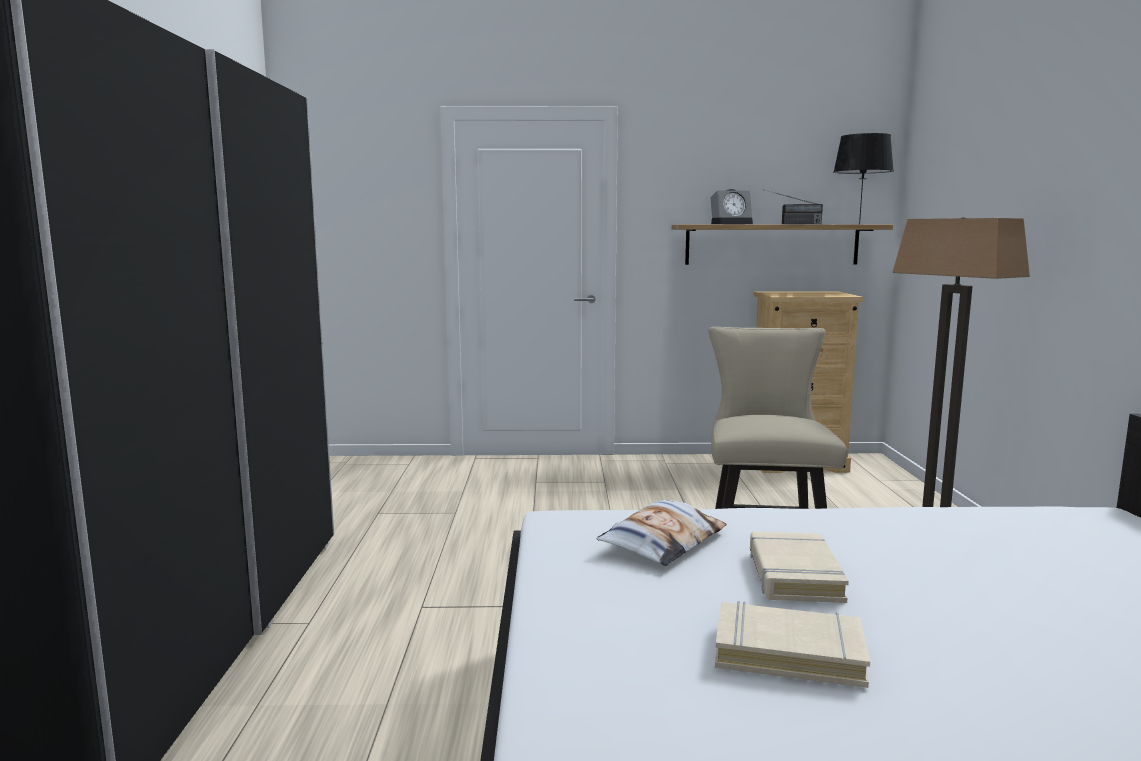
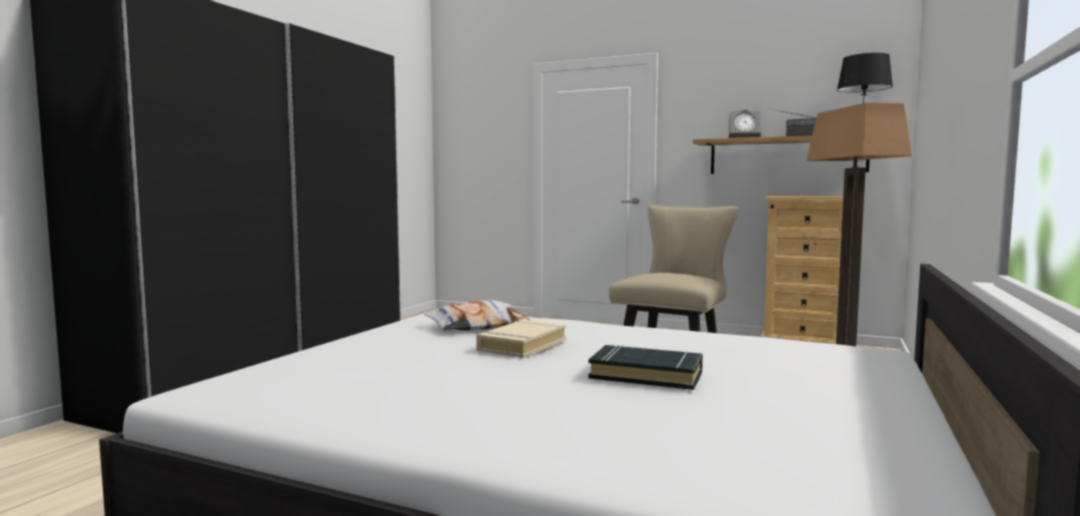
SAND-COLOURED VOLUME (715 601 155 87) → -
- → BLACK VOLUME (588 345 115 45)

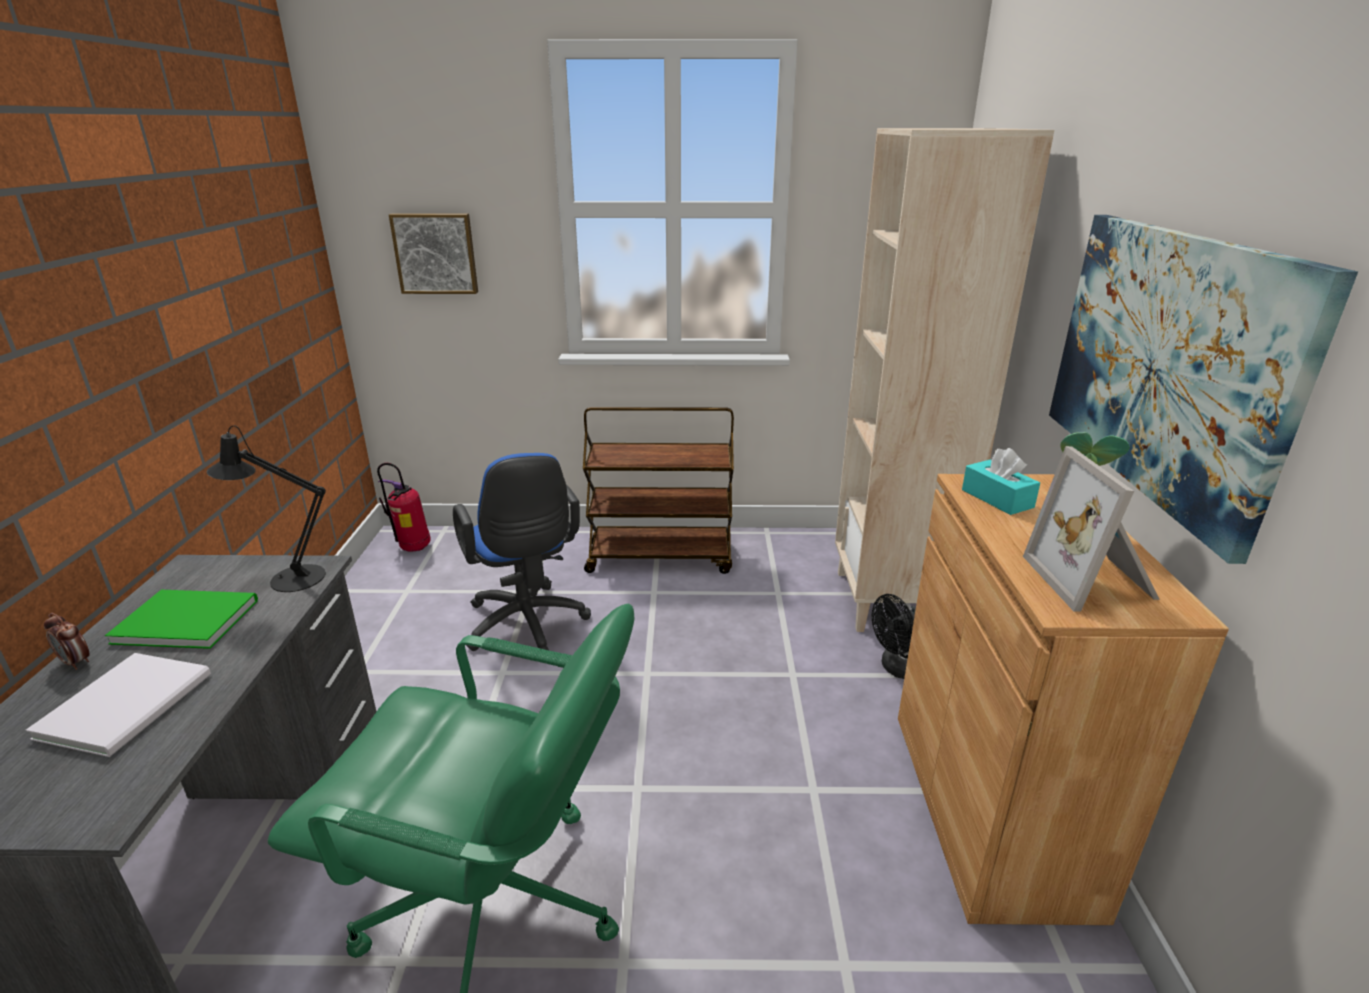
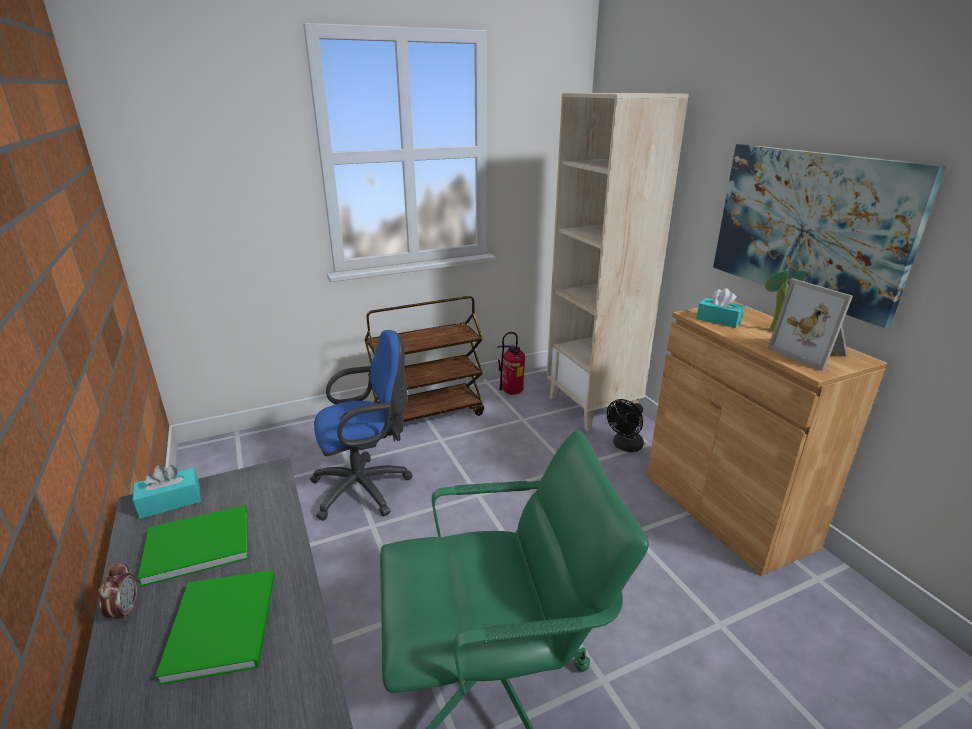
WALL ART (389 213 89 81) → -
BLACK TABLETOP LAMP (207 425 119 167) → -
BLUISH DESK CHAIR (453 453 138 198) → BLUISH DESK CHAIR (310 330 103 191), 60 degrees counterclockwise
EXTINGUISHER (377 463 54 89) → EXTINGUISHER (497 332 28 63), move
TABLE CLOCK (44 613 45 57) → TABLE CLOCK (98 561 39 60), 105 degrees counterclockwise
WHITE-COLOURED VOLUME (26 653 185 104) → GREEN VOLUME (155 570 120 115)
- → BLUE-GREEN TISSUE HOLDER (132 465 69 54)

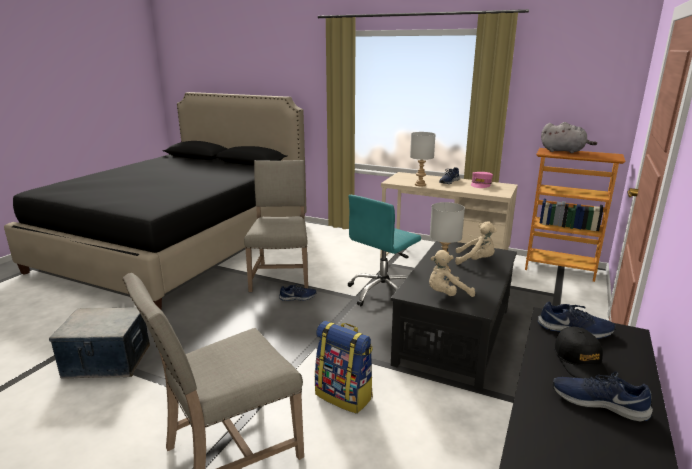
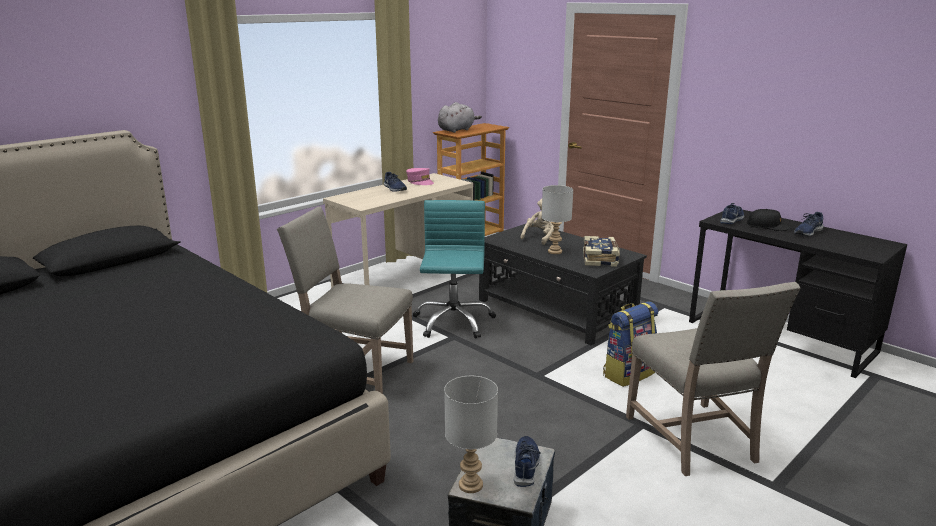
GREYISH TABLETOP LAMP (410 132 26 54) → GREYISH TABLETOP LAMP (444 376 54 117), move
BLUE-GREEN DESK CHAIR (348 195 73 111) → BLUE-GREEN DESK CHAIR (413 200 83 139), 150 degrees counterclockwise
SAND-COLOURED CUDDLY TOY (429 250 46 47) → VOLUME (583 236 37 31)
BLUISH LOW SHOE (279 284 38 17) → BLUISH LOW SHOE (514 436 27 51), move

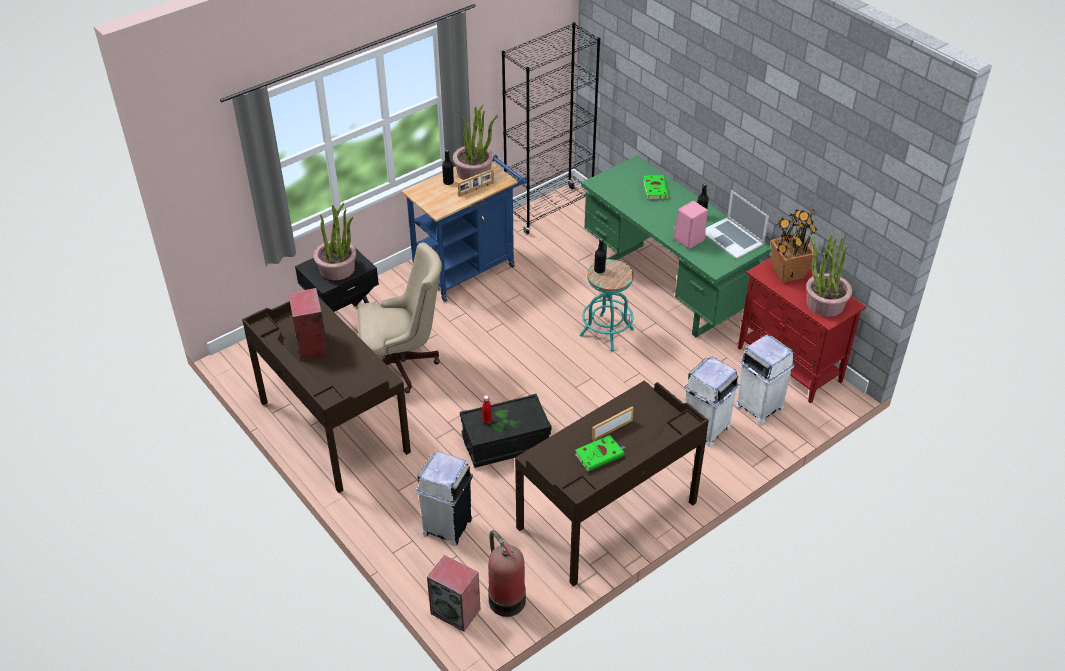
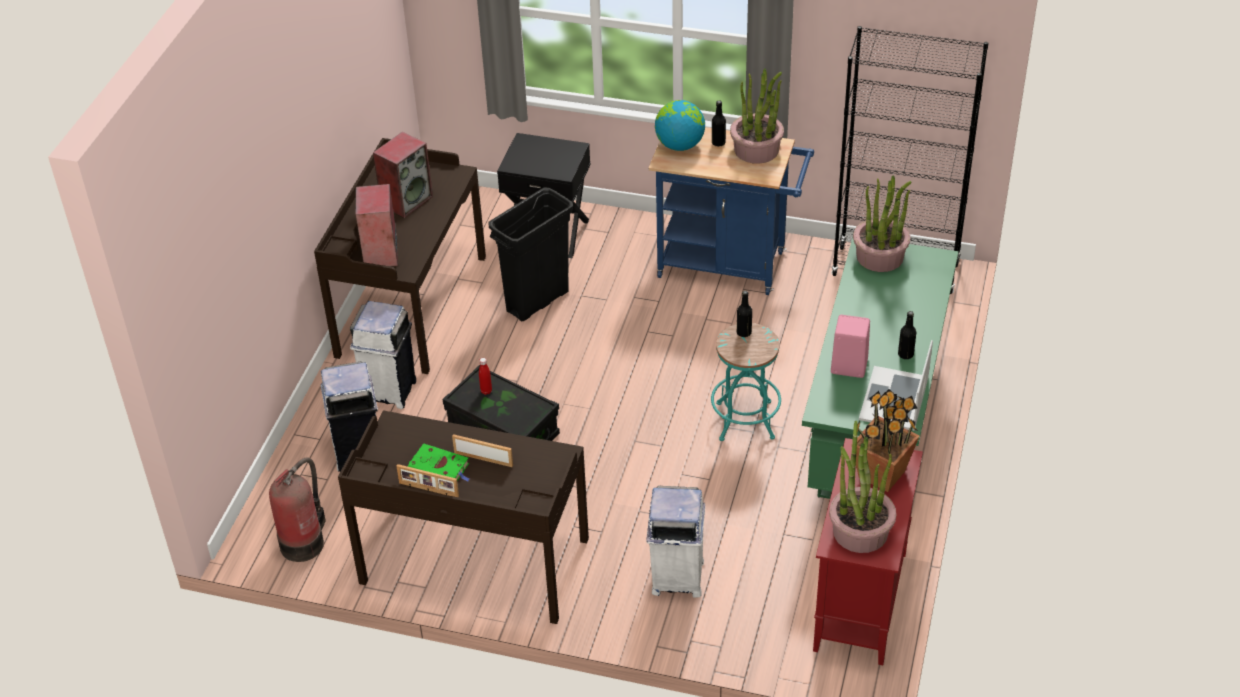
STANDING FRAME (458 169 36 28) → STANDING FRAME (396 464 63 33), move
GREEN VOLUME (643 175 26 25) → -
POTTED PLANT (313 203 43 77) → POTTED PLANT (853 176 59 96), move
SAND-COLOURED DESK CHAIR (358 243 84 150) → BLACK RUBBISH BIN (488 188 85 134)
WHITE-COLOURED RUBBISH BIN (736 334 59 90) → WHITE-COLOURED RUBBISH BIN (350 301 66 108), move
LOUDSPEAKER (427 555 53 76) → LOUDSPEAKER (356 184 42 82), move
- → DESK GLOBE (655 100 50 51)

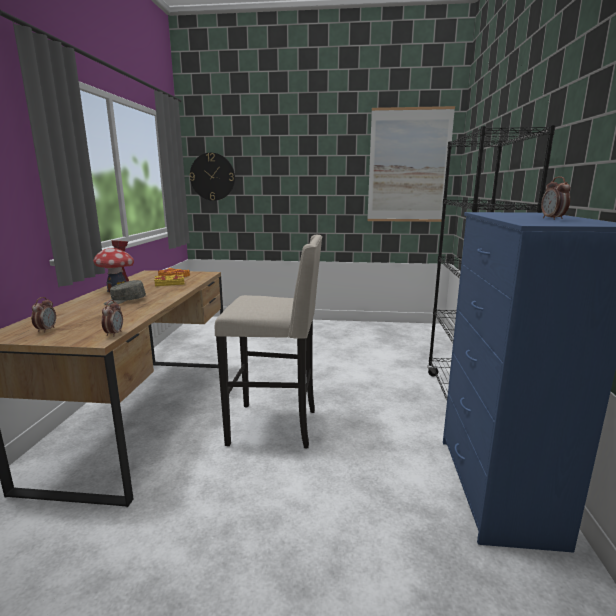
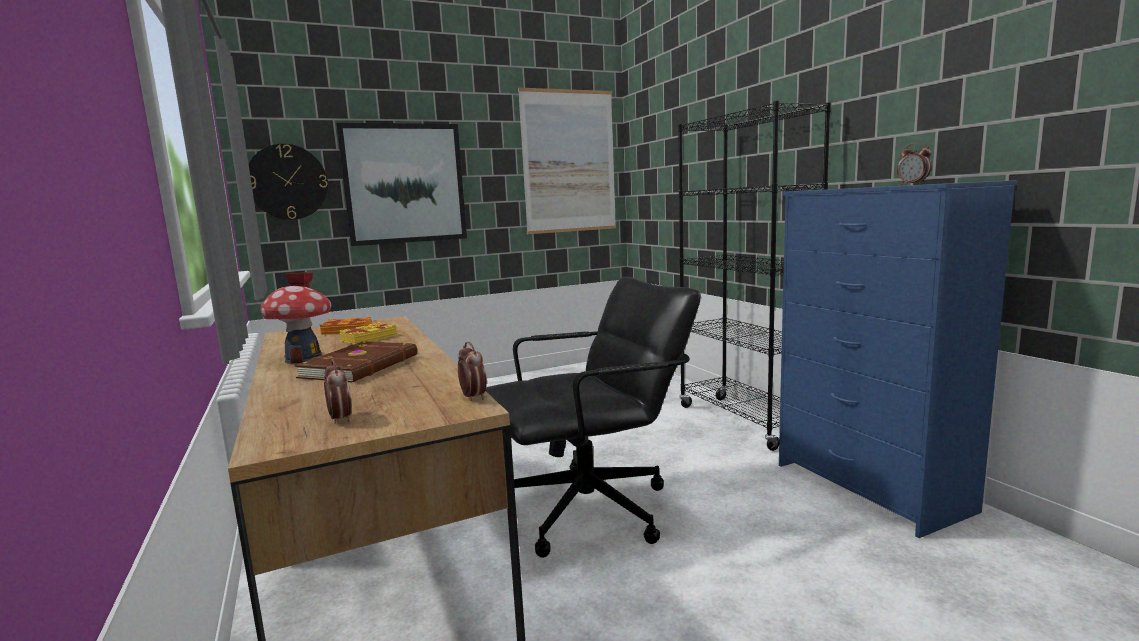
SAND-COLOURED STOOL SEAT (215 235 107 213) → BLACK DESK CHAIR (485 277 216 281)
GREYISH BASEBALL CAP (104 280 42 25) → BROWN-COLOURED VOLUME (294 341 123 42)
- → WALL ART (336 123 131 123)

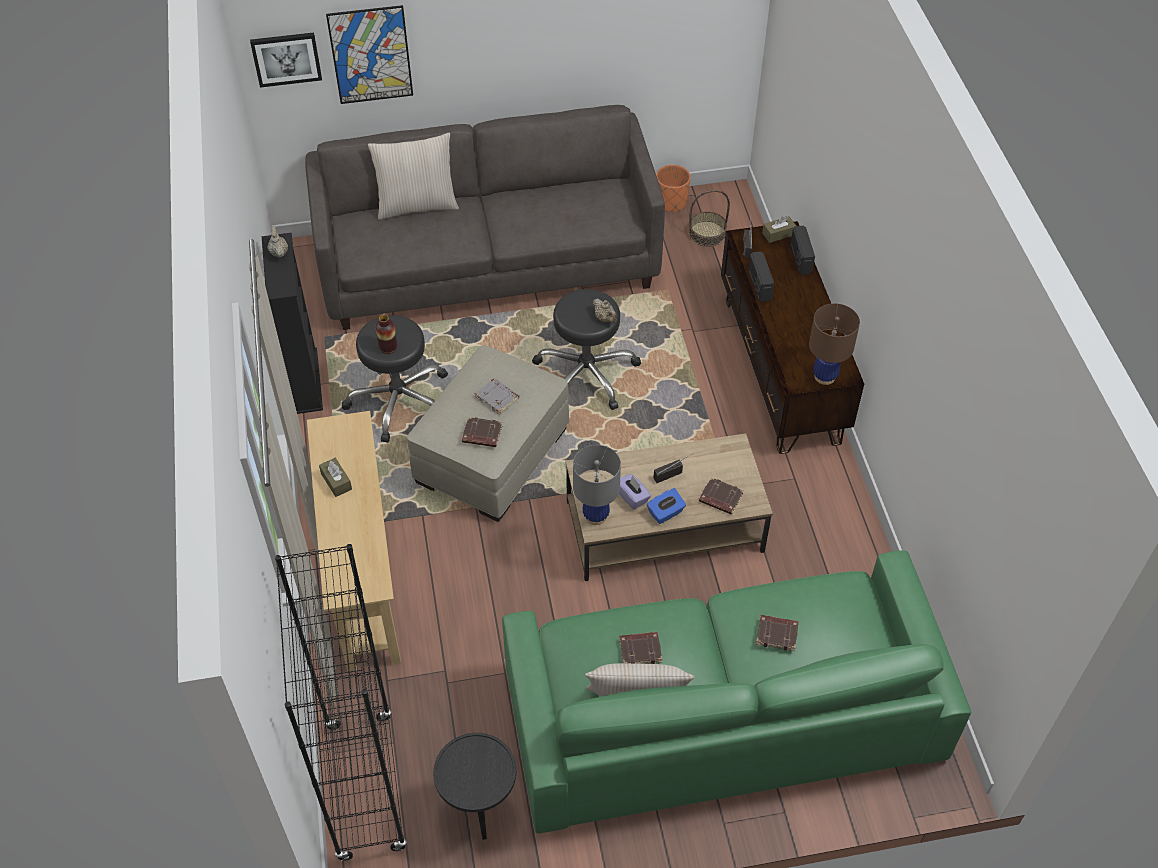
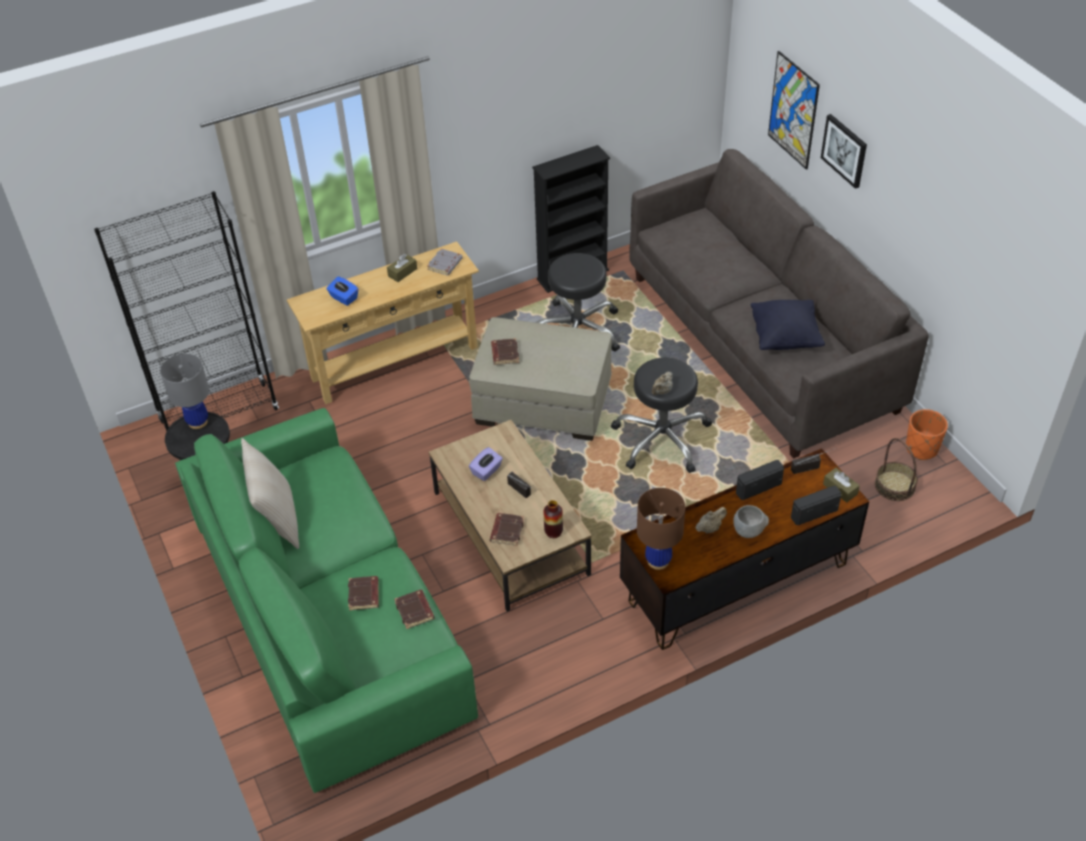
WALL ART (250 32 72 56) → WALL ART (821 114 46 75), move
SAND-COLOURED THROW PILLOW (368 133 91 87) → -
SAND-COLOURED POT FOR TEA (268 226 20 32) → SAND-COLOURED POT FOR TEA (695 507 32 26), move
VASE (375 315 22 39) → VASE (544 500 19 38), move
GREYISH VOLUME (475 378 44 37) → GREYISH VOLUME (427 248 36 27), move
GREYISH TABLETOP LAMP (573 445 48 80) → GREYISH TABLETOP LAMP (160 354 49 75), move
BLUISH TISSUE HOLDER (647 488 39 36) → BLUISH TISSUE HOLDER (327 277 31 29), move
BROWN-COLOURED VOLUME (619 632 43 32) → BROWN-COLOURED VOLUME (394 590 40 39), move
- → BLACK THROW PILLOW (751 300 74 50)
- → GREYISH DEEP DISH (733 505 36 33)

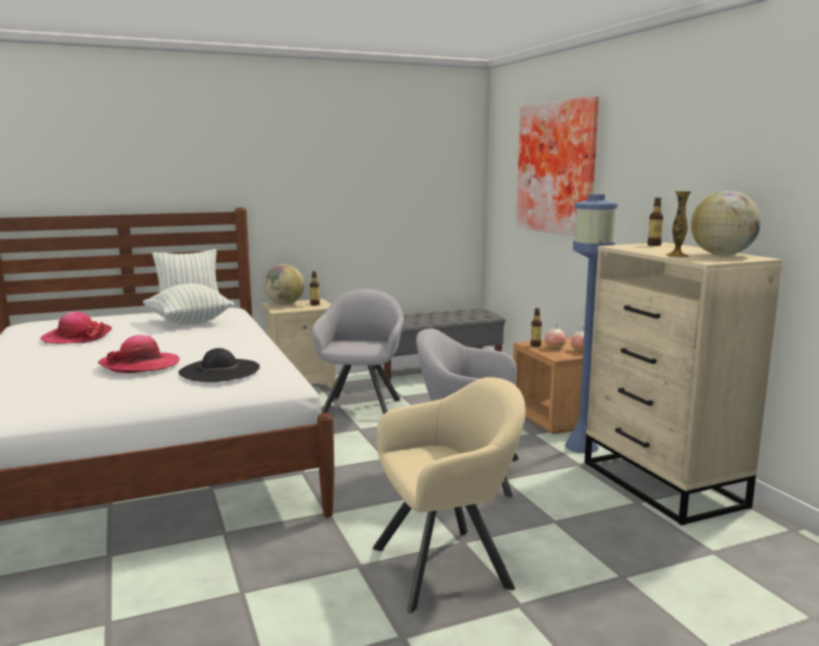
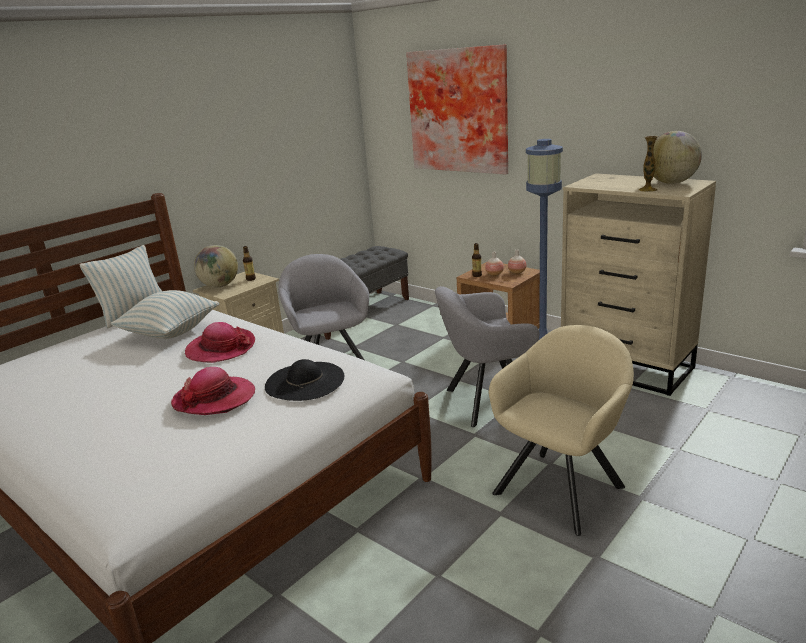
BOTTLE (647 197 16 49) → -
WEARABLE HAT (40 312 72 32) → WEARABLE HAT (185 322 70 41), move

